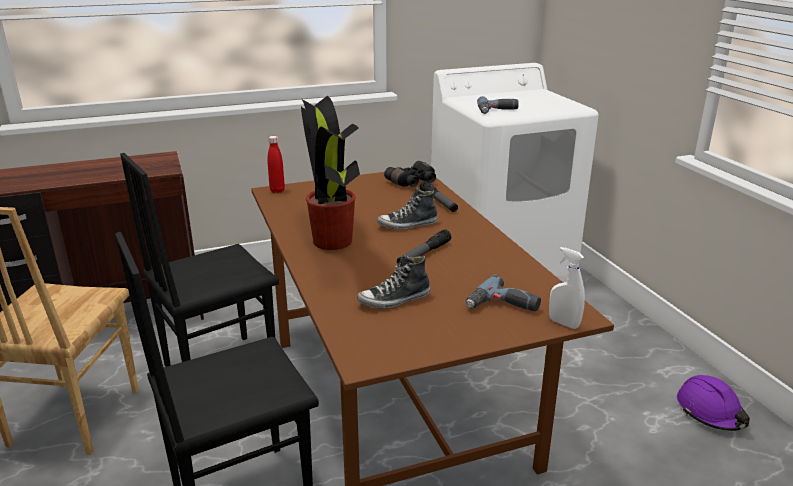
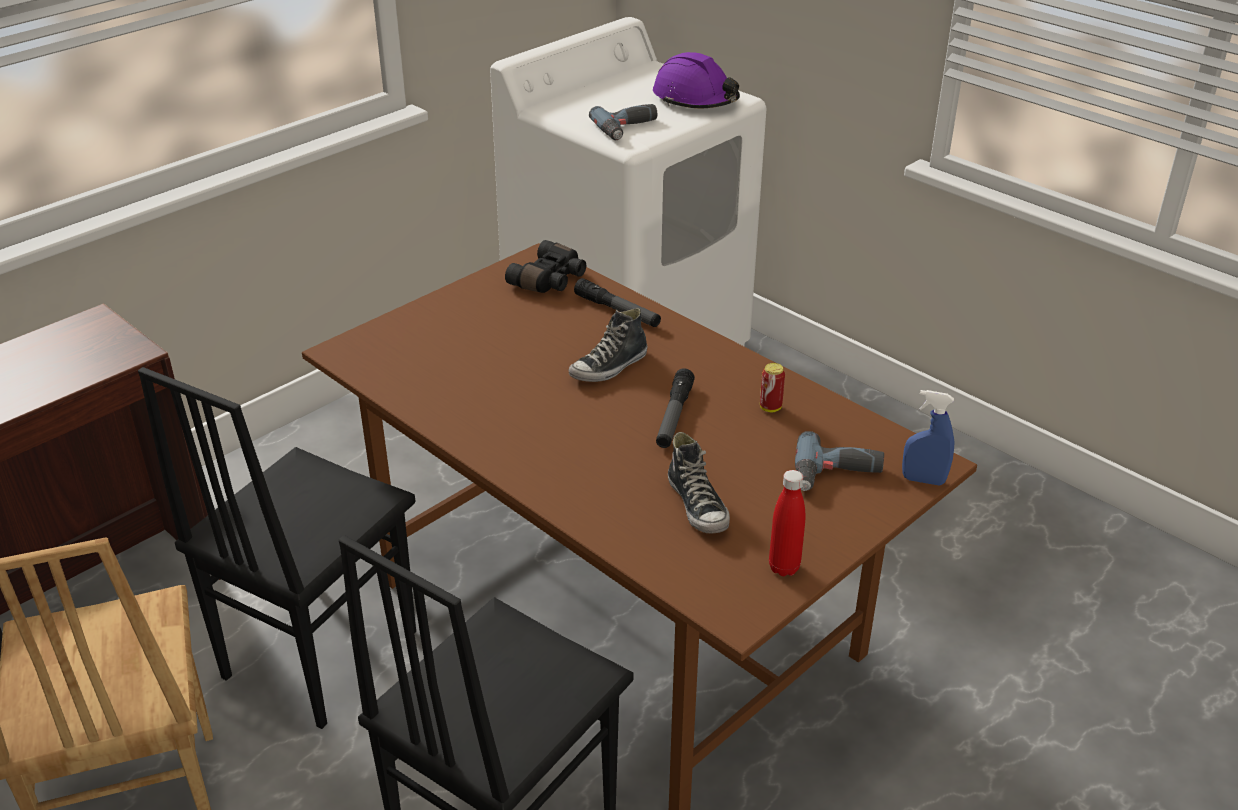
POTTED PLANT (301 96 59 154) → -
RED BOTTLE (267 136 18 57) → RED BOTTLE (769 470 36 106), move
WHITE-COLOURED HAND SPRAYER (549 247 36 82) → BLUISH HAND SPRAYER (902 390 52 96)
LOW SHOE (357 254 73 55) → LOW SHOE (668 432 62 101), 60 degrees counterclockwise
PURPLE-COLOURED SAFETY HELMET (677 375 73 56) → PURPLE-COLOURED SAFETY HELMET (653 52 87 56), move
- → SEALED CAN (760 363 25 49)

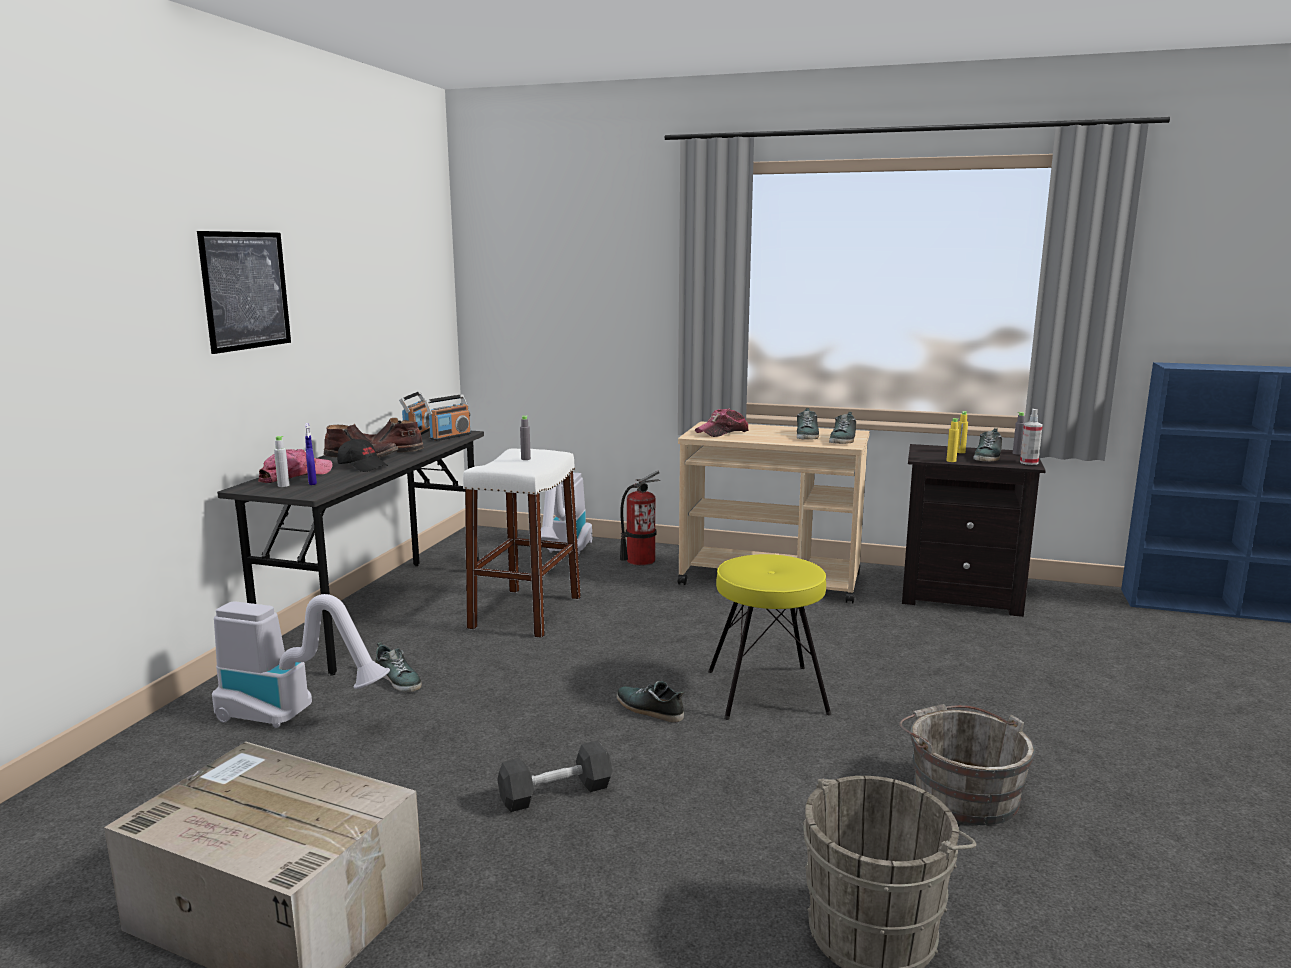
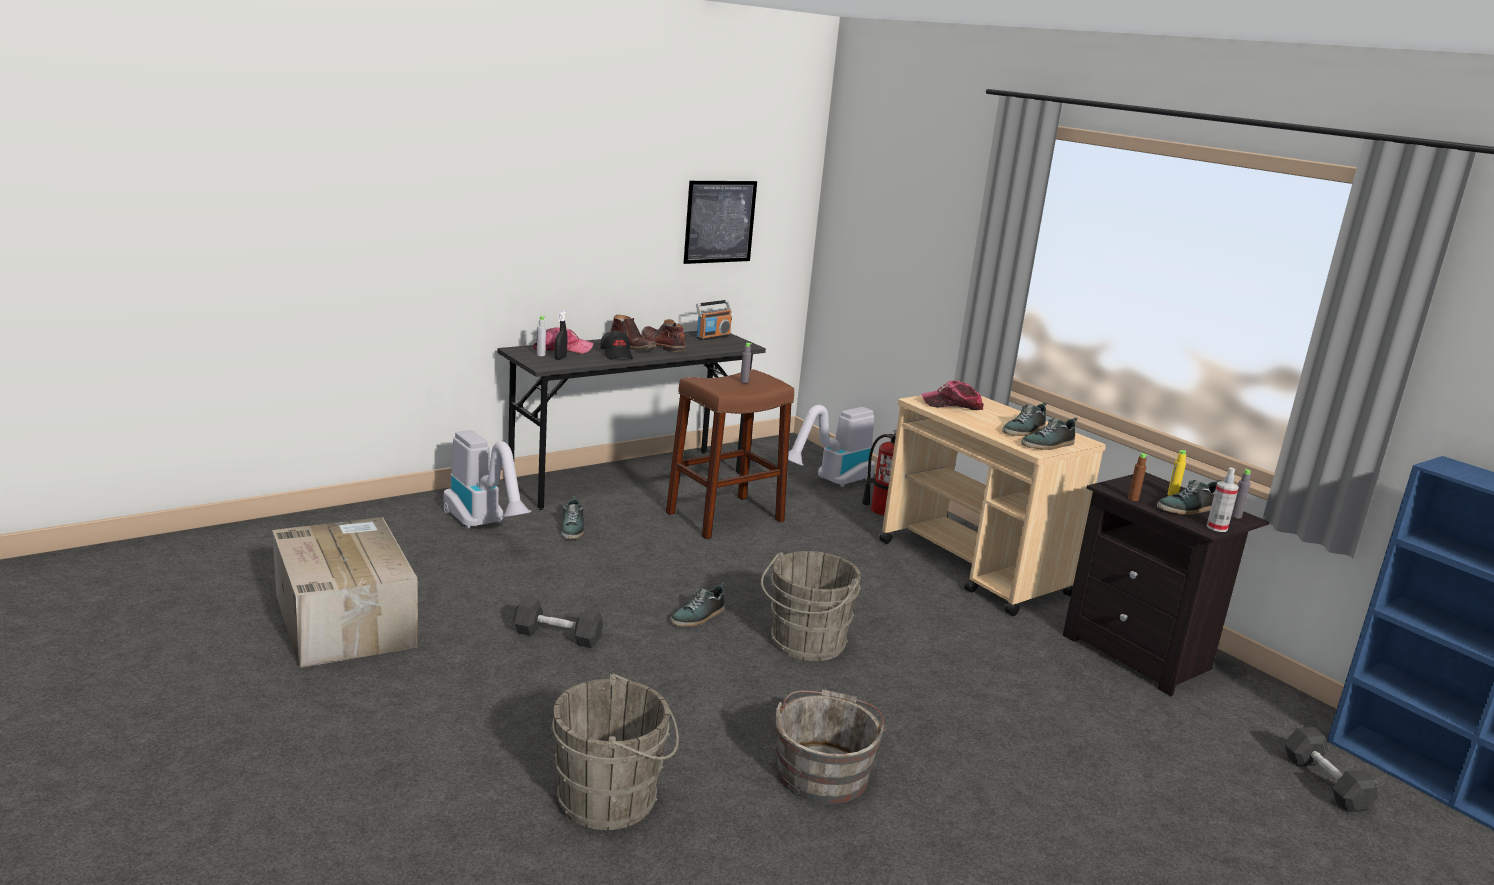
WALL ART (197 231 94 123) → WALL ART (684 181 73 83), move
RADIO SET (424 394 47 47) → -
YELLOW BOTTLE (946 418 13 44) → BROWN-COLOURED BOTTLE (1128 453 20 48)
BLUISH HAND SPRAYER (305 423 12 62) → BLACK HAND SPRAYER (555 311 13 49)
WHITE-COLOURED STOOL SEAT (463 449 118 189) → BROWN-COLOURED STOOL SEAT (666 369 128 170)
YELLOW STOOL SEAT (708 554 123 166) → GREYISH PAIL (761 551 100 110)
LOW SHOE (617 681 67 42) → LOW SHOE (670 583 55 44), 120 degrees counterclockwise
- → BLACK FREE WEIGHT (1284 727 96 85)

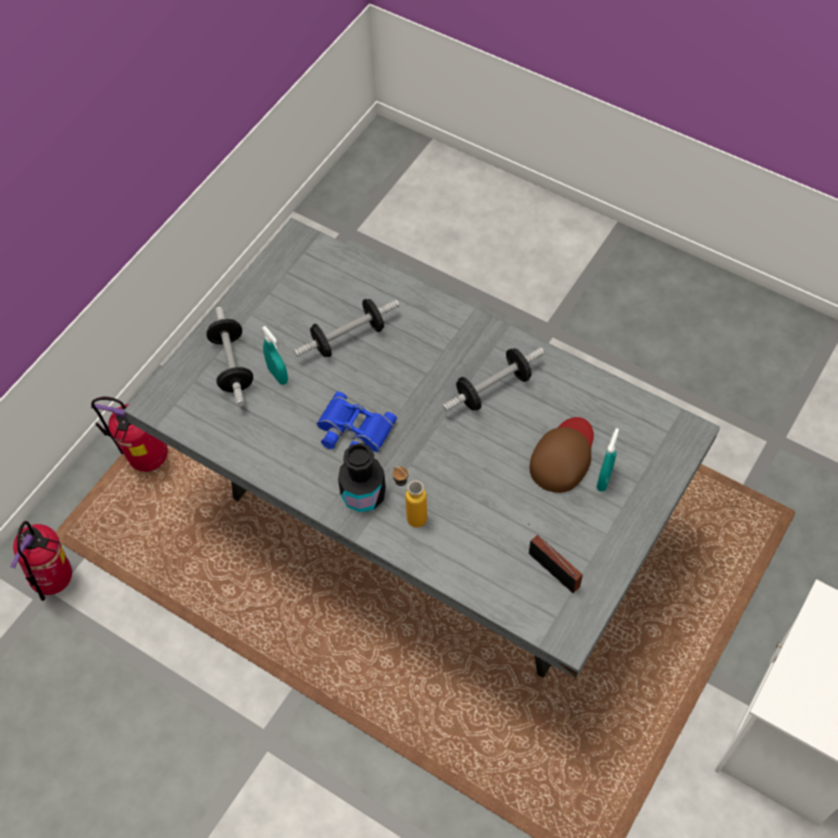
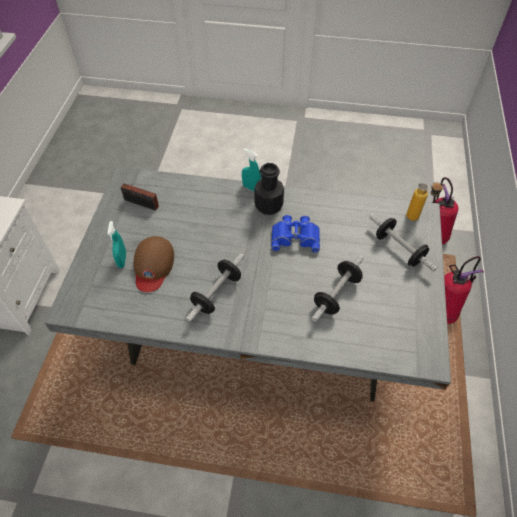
BLUE-GREEN HAND SPRAYER (262 326 26 59) → BLUE-GREEN HAND SPRAYER (242 148 19 43), move
BOTTLE (393 466 34 62) → BOTTLE (406 182 38 39), move

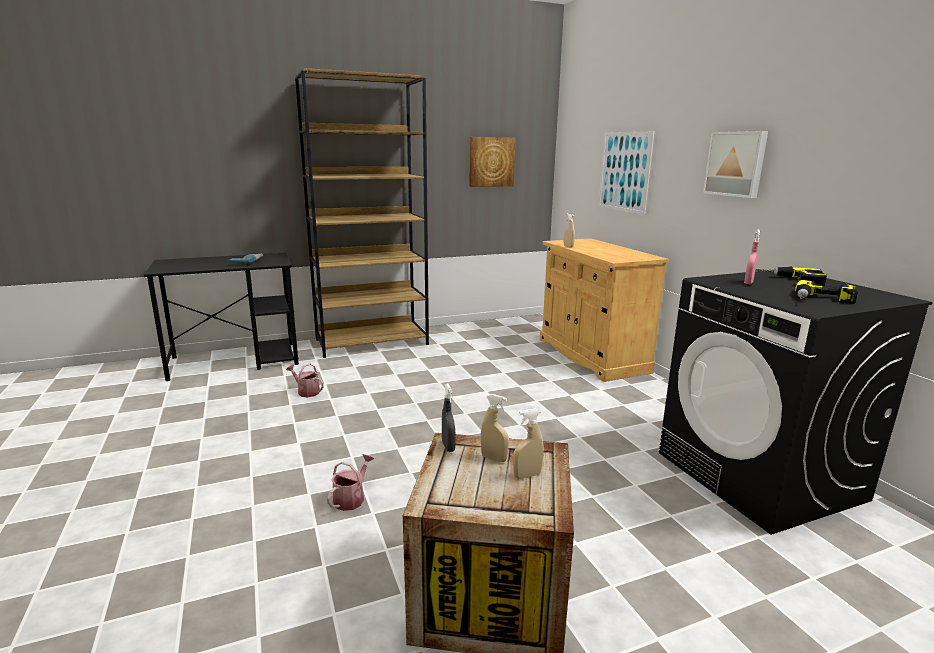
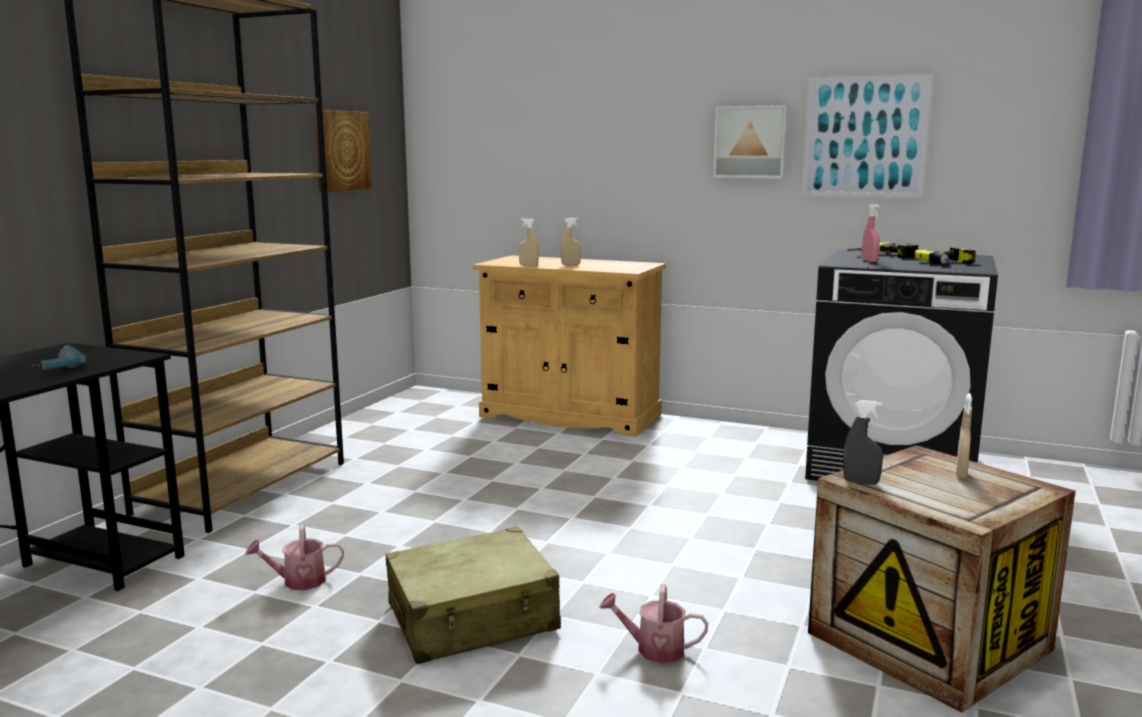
WALL ART (598 131 57 84) → WALL ART (801 74 132 124), move
SAND-COLOURED HAND SPRAYER (480 394 29 68) → SAND-COLOURED HAND SPRAYER (561 218 20 48), move
WATERING CAN (327 454 47 57) → WATERING CAN (599 584 109 79), 60 degrees counterclockwise
- → SAND-COLOURED PIECE OF LUGGAGE (386 527 175 137)

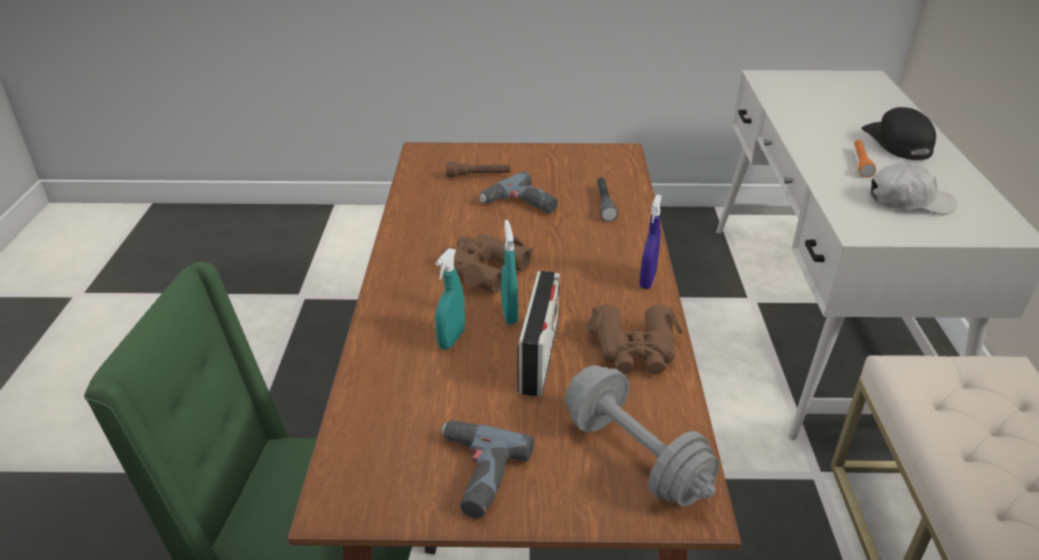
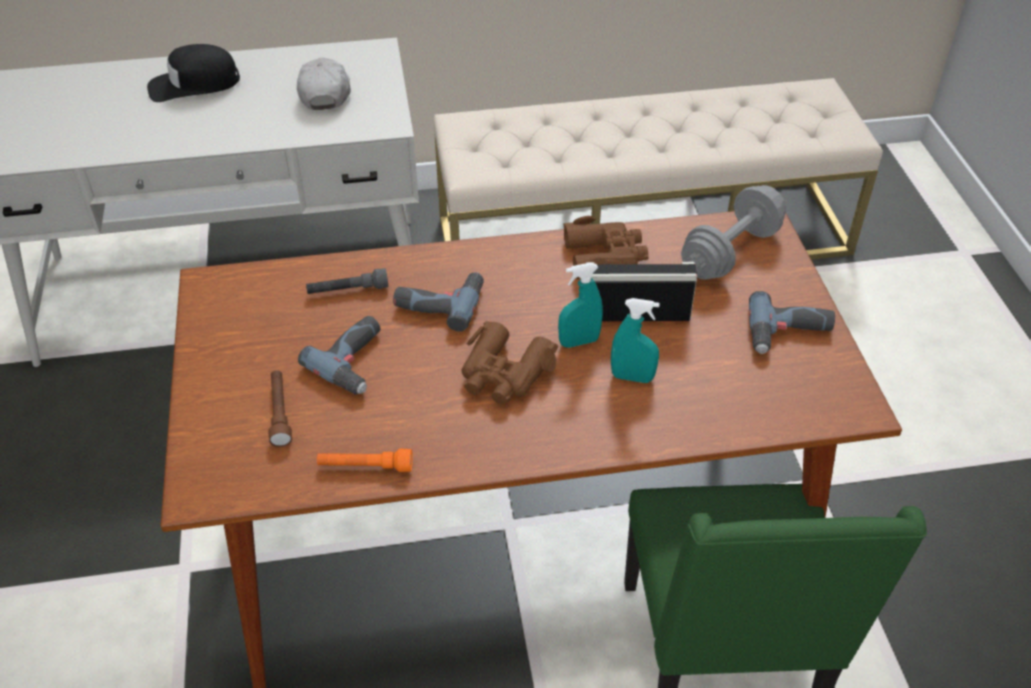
ORANGE-COLOURED FLASHLIGHT (854 140 22 38) → ORANGE-COLOURED FLASHLIGHT (317 448 96 24), move
BLUISH HAND SPRAYER (639 194 23 95) → -
- → POWER DRILL (393 272 91 60)

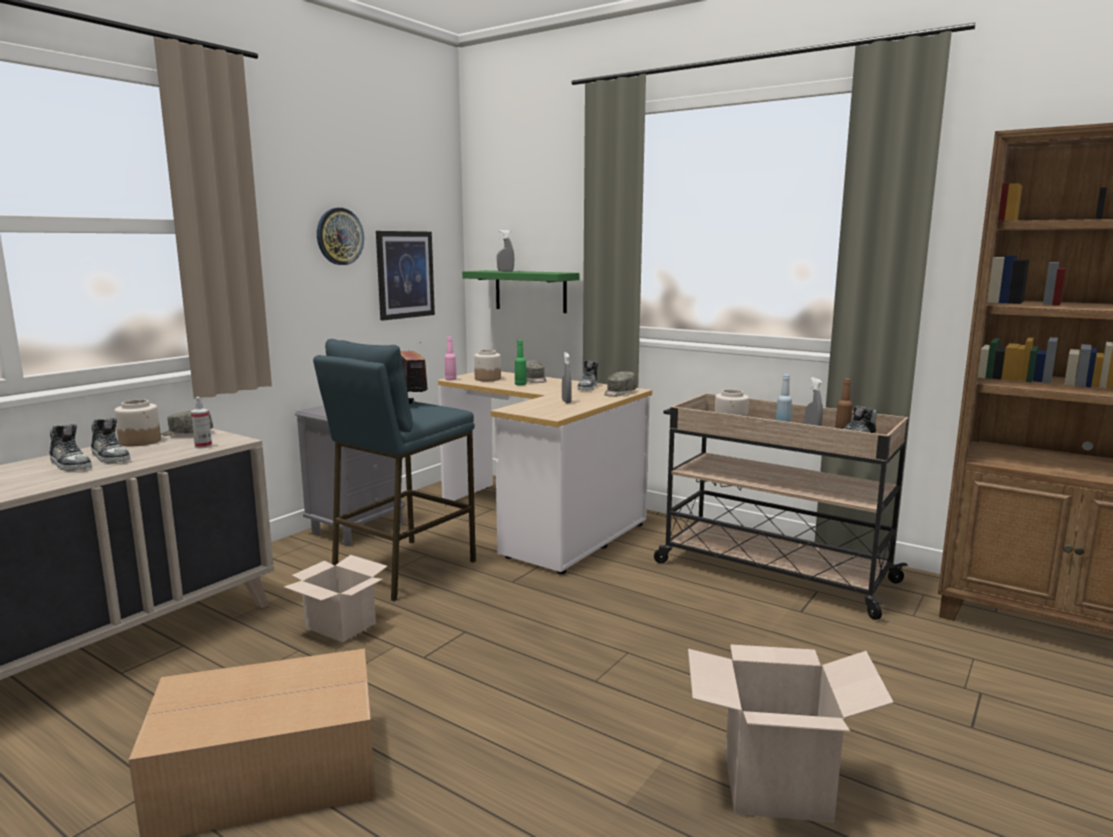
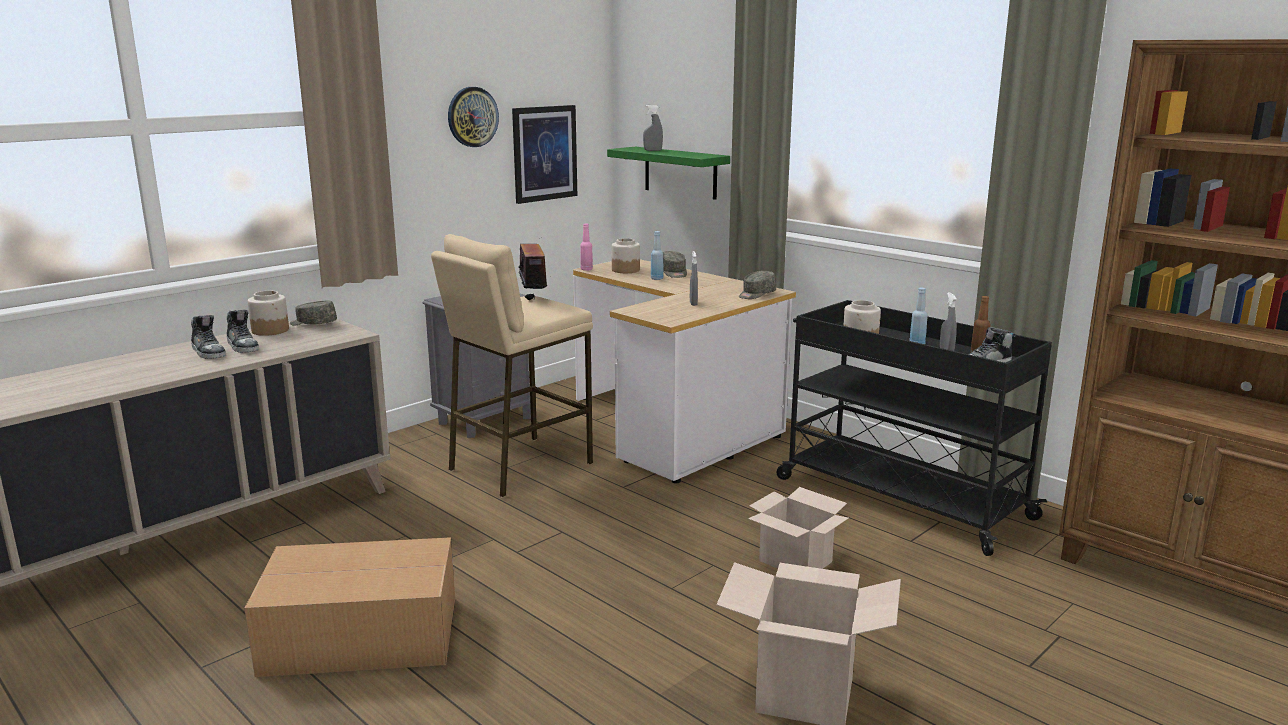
BLUISH STOOL SEAT (313 339 163 262) → SAND-COLOURED STOOL SEAT (431 234 162 263)
GREEN BOTTLE (515 340 12 45) → BLUISH BOTTLE (651 231 12 49)
LOW SHOE (578 360 20 31) → -
SAND-COLOURED WHEELED CART (654 393 255 227) → BLACK WHEELED CART (777 300 275 256)
HAND SPRAYER (191 397 21 51) → -
CARTON (284 555 103 87) → CARTON (748 487 101 82), move

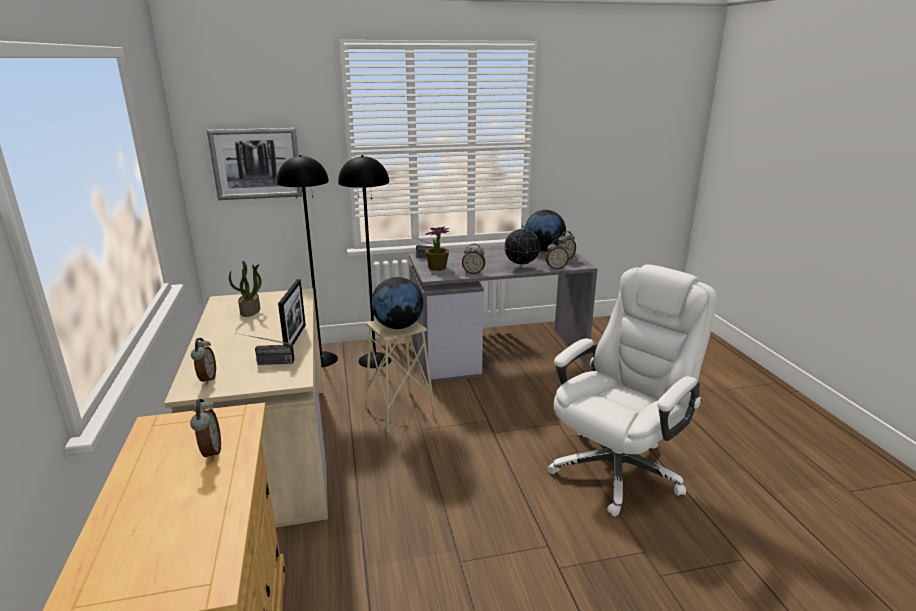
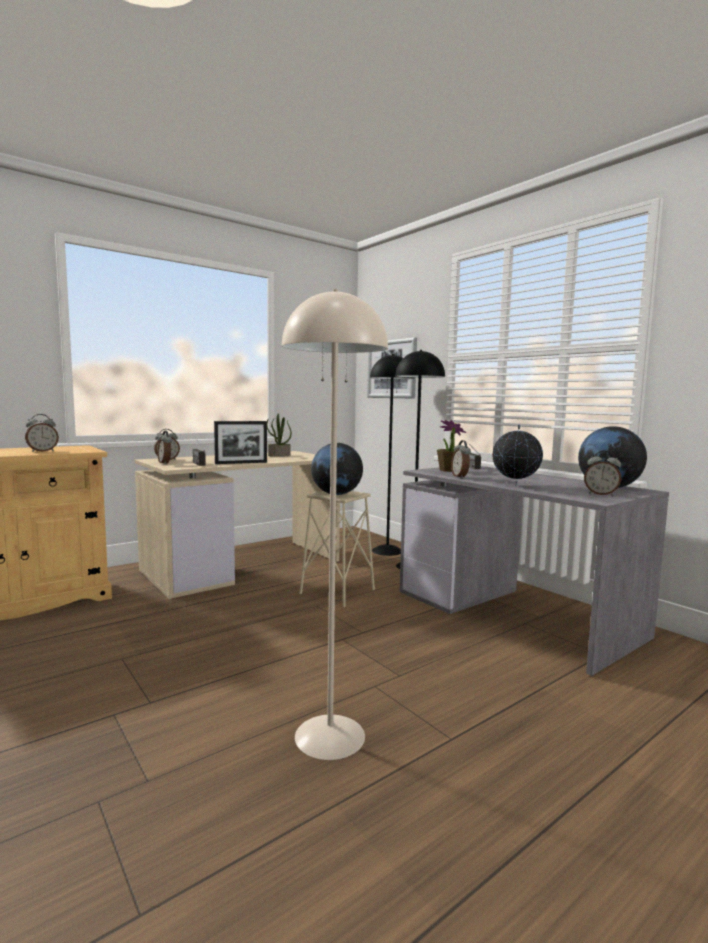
TABLE CLOCK (545 239 24 30) → TABLE CLOCK (157 431 15 33), move
WHITE-COLOURED DESK CHAIR (547 264 169 252) → SAND-COLOURED STANDING LAMP (282 289 106 471)

